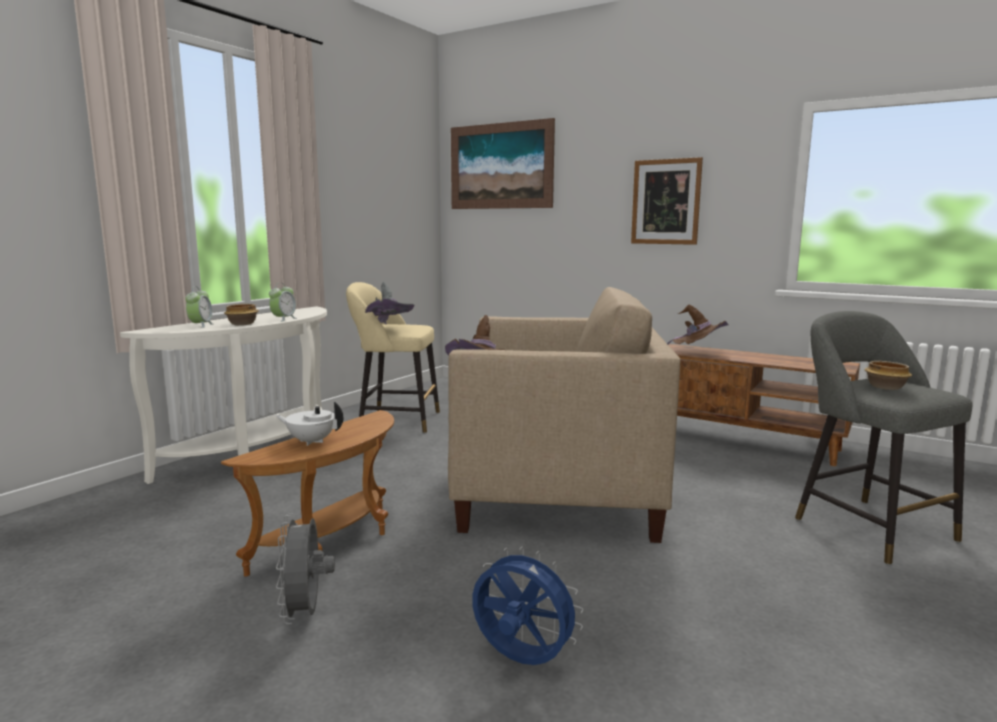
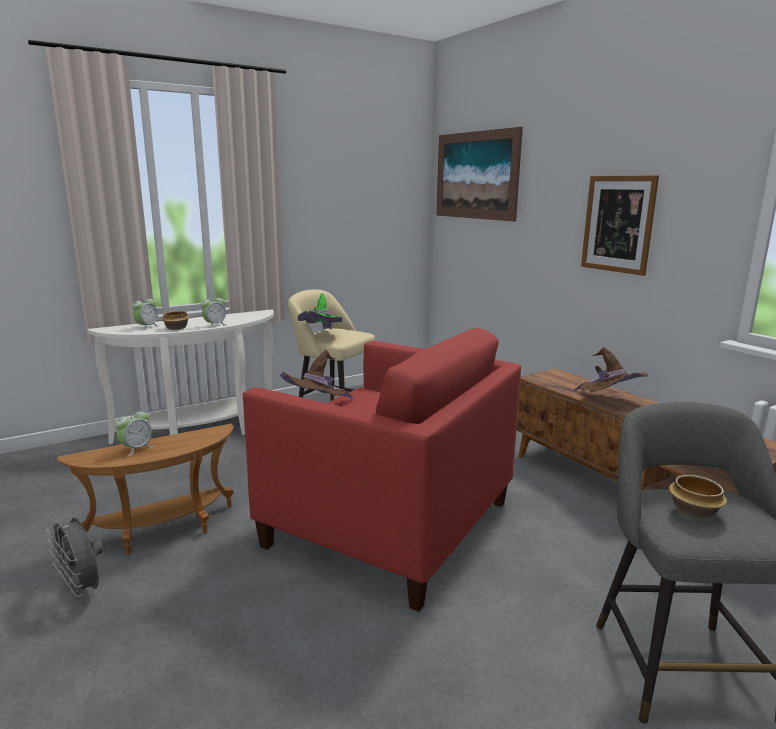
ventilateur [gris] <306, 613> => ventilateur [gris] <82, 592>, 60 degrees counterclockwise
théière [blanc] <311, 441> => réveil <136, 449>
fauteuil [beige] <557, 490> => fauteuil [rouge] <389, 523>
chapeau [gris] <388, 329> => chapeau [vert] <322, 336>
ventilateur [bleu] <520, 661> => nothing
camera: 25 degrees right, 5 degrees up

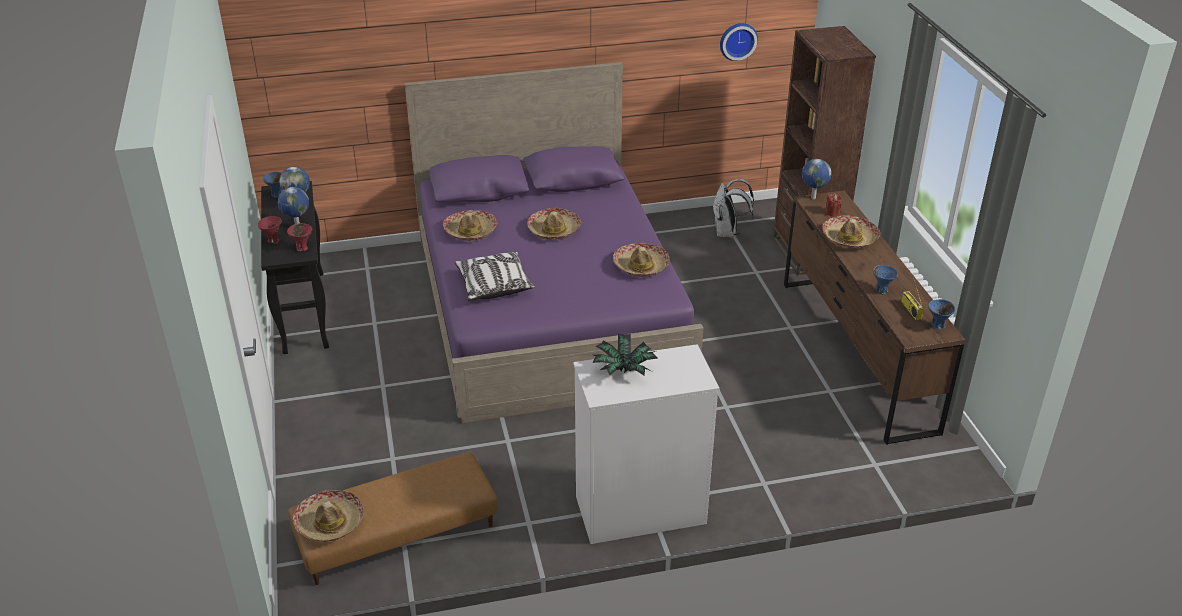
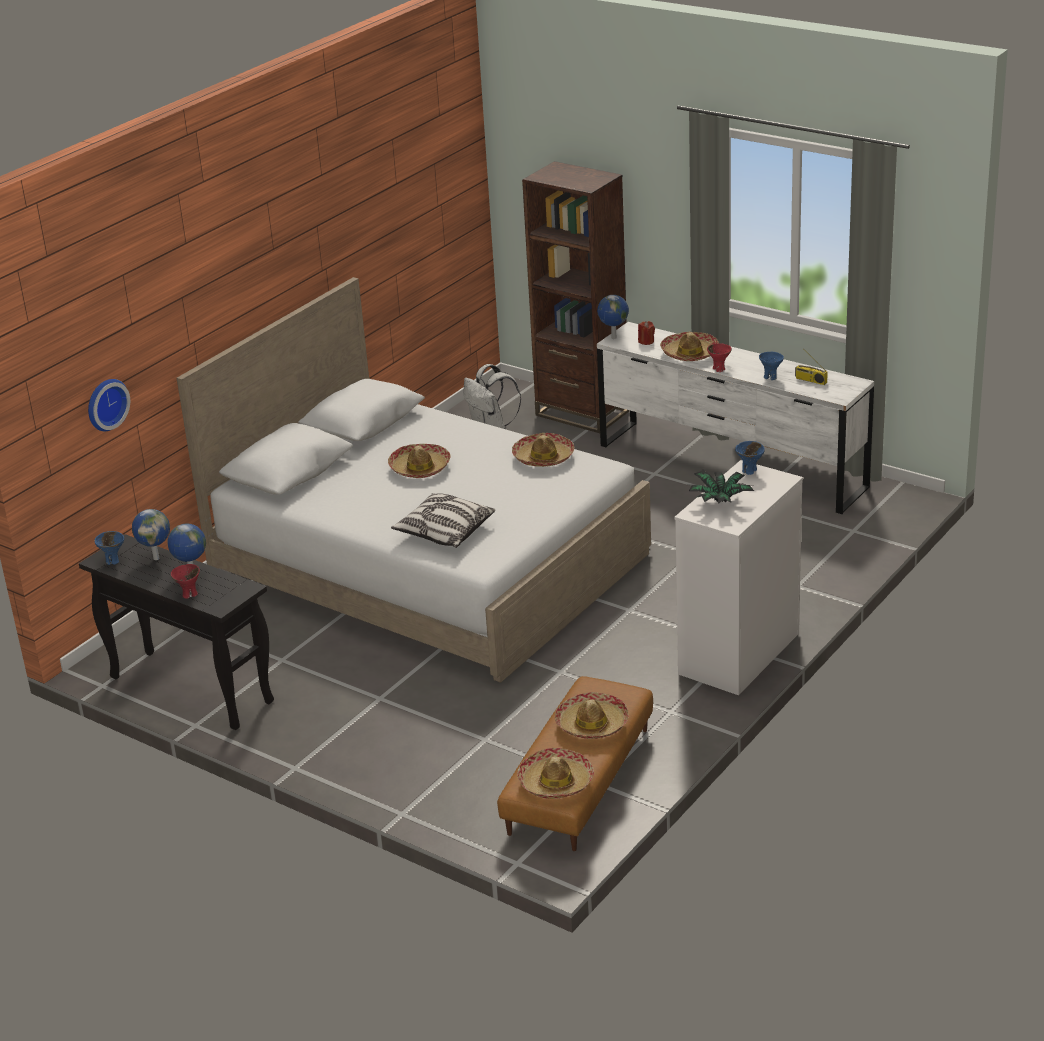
horloge murale <737, 40> => horloge murale <105, 404>, move
lit [violet] <549, 309> => lit [blanc] <430, 564>
chapeau <470, 231> => chapeau <592, 724>, move
commode [marron] <855, 353> => commode [blanc] <731, 466>
bol [rouge] <302, 248> => bol [rouge] <719, 369>, move
bol [bleu] <937, 326> => bol [bleu] <749, 471>, move
camera: 40 degrees left, 5 degrees down

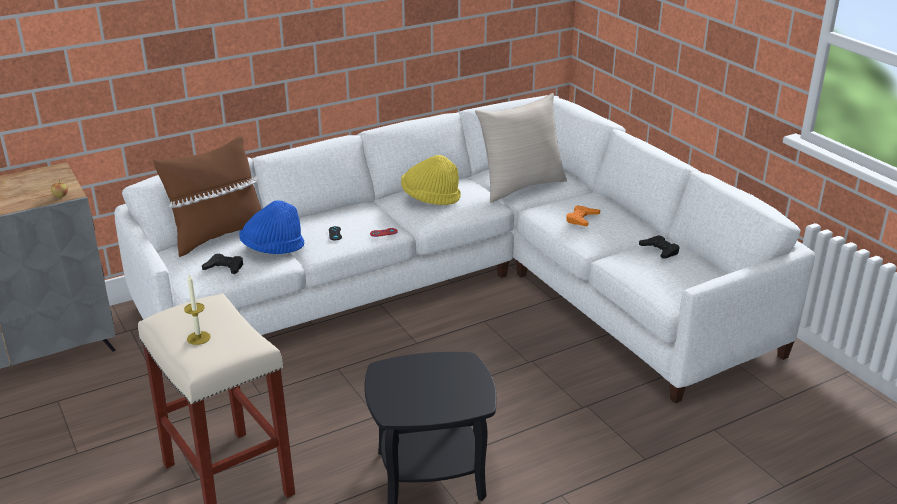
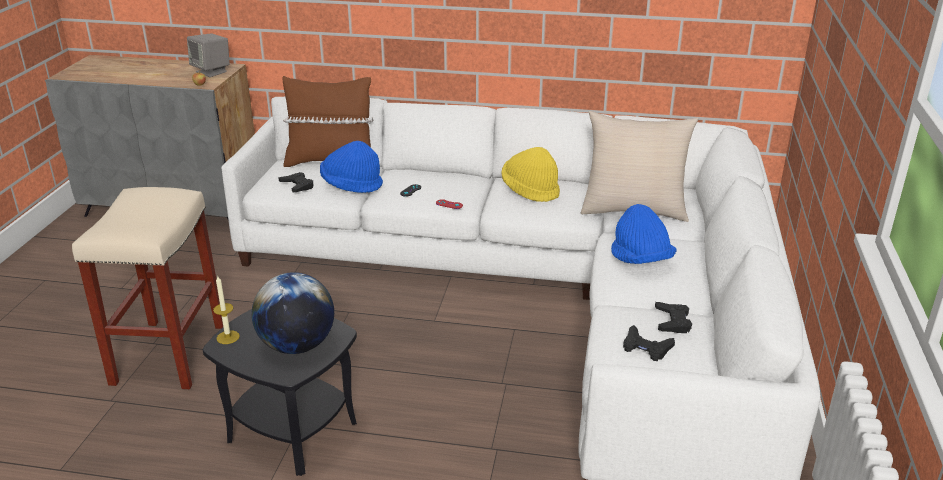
nothing => enceinte [gris] <212, 72>
bougie <198, 338> => bougie <228, 337>, move
nothing => globe <297, 346>
manette [orange] <581, 219> => chapeau [bleu] <640, 260>
nothing => manette [noir] <646, 348>
camera: 40 degrees right, 0 degrees up

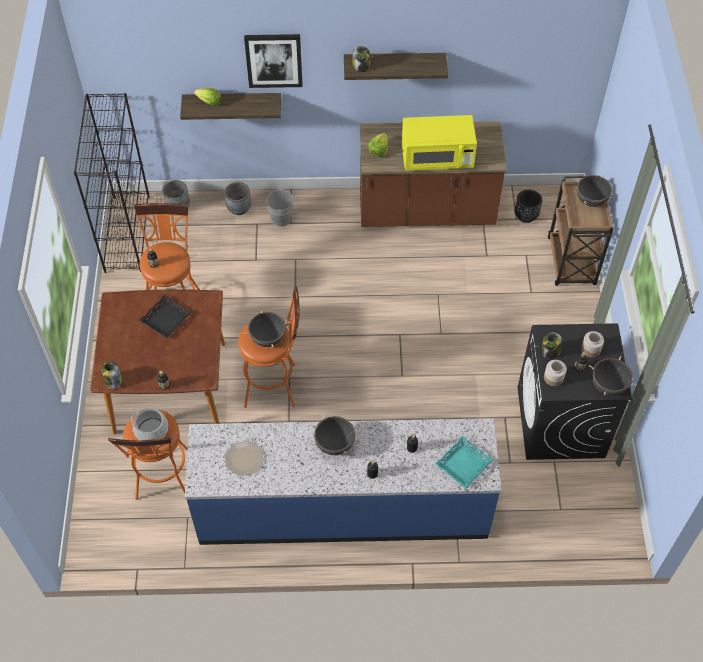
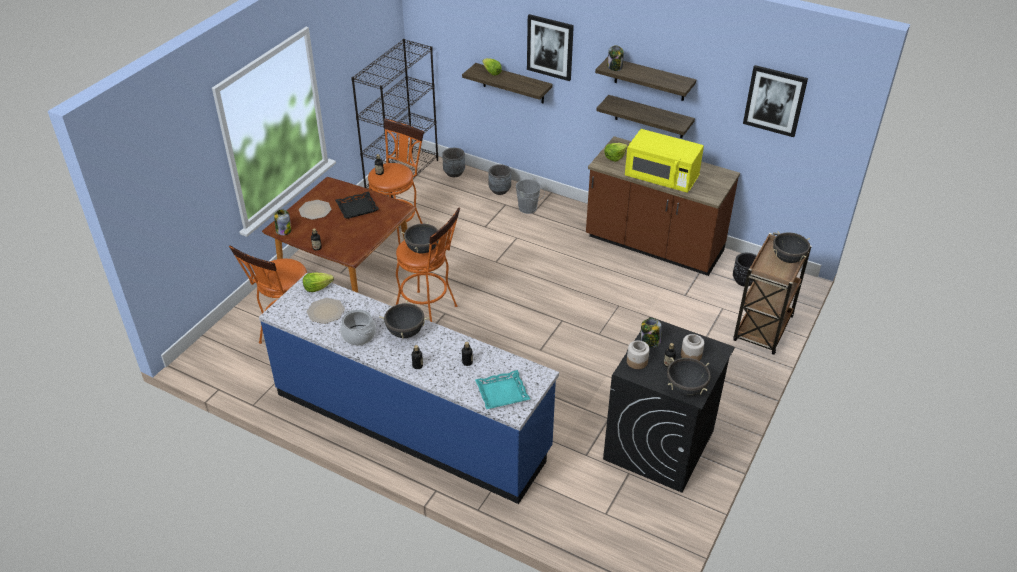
nothing => assiette <315, 210>
nothing => laitue <317, 288>
marmite <152, 430> => marmite <359, 335>, move
nothing => étagère <649, 117>
nothing => tableau <775, 100>
camera: 30 degrees right, 15 degrees down

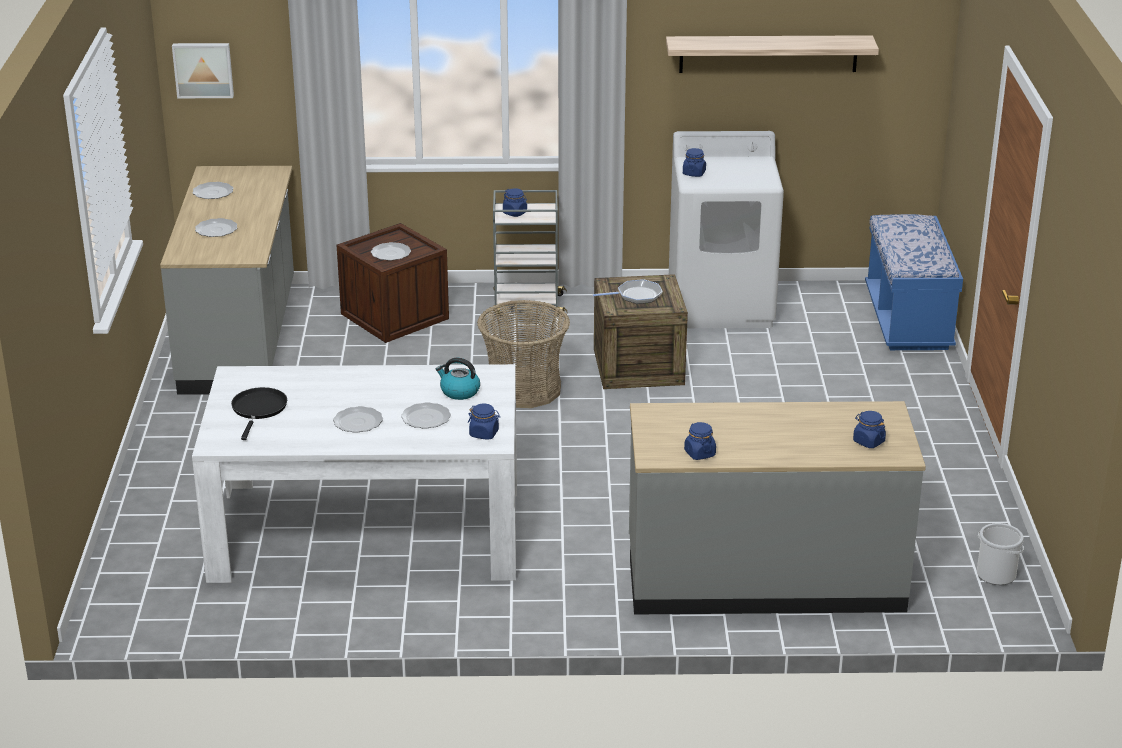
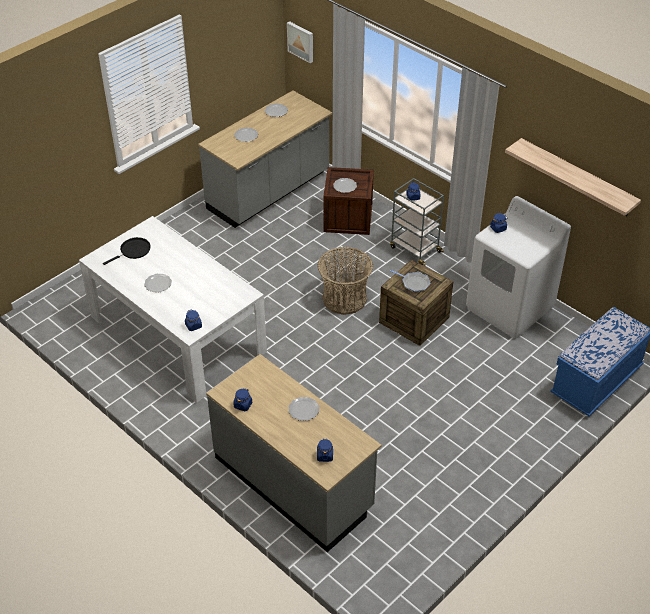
assiette <426, 417> => assiette <304, 409>, move
bouilloire <459, 391> => nothing
seau <995, 574> => nothing
camera: 45 degrees right, 15 degrees up

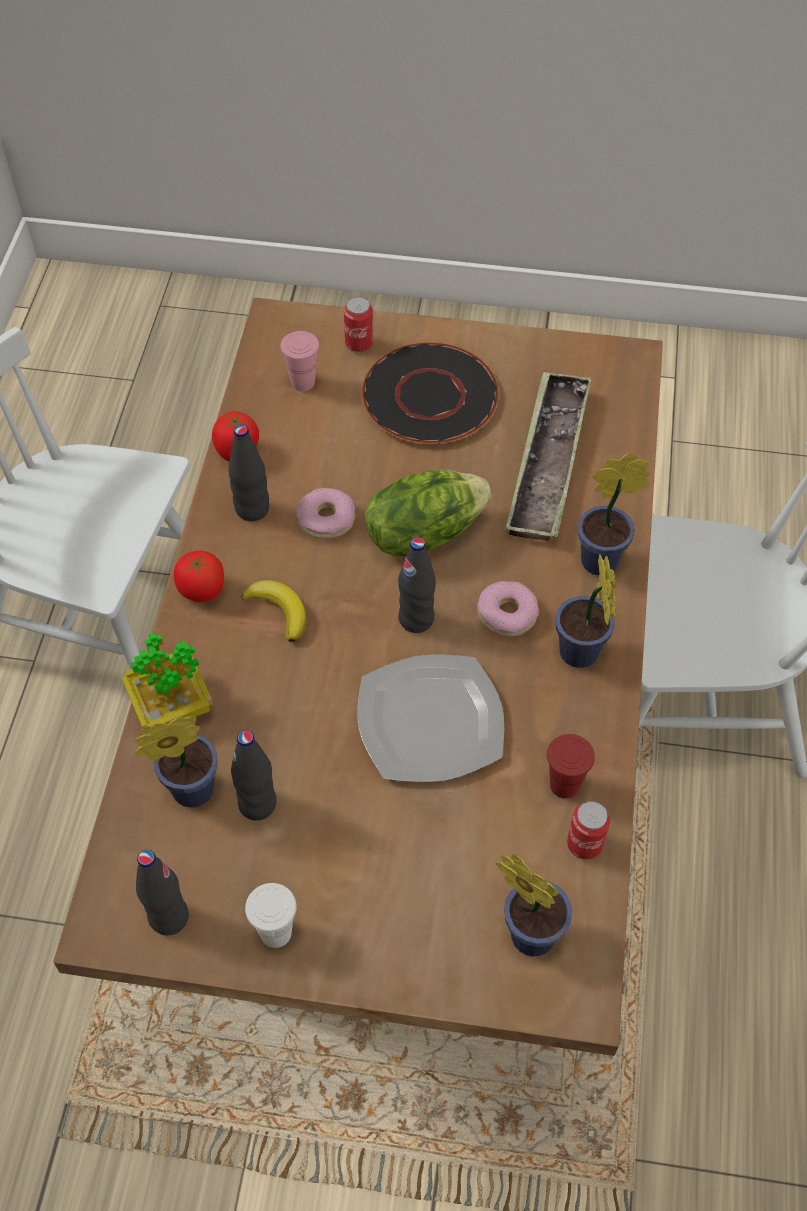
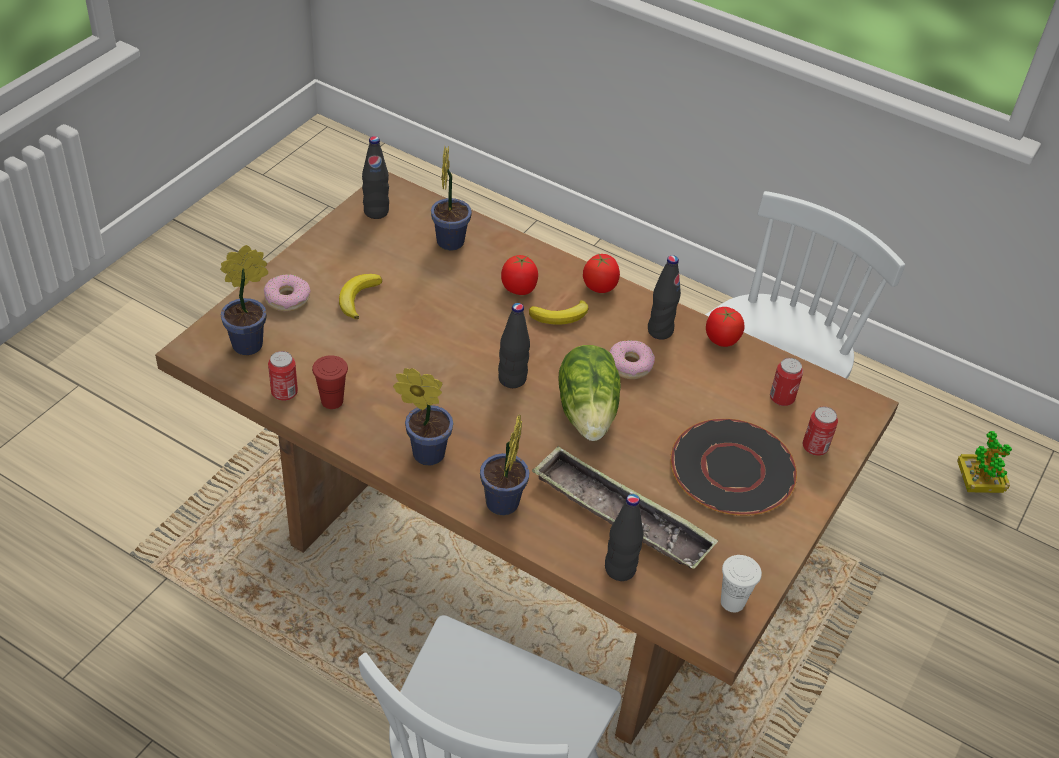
beignet <507, 614> => beignet <287, 298>, move
nothing => banane <358, 298>
nothing => tomate <519, 289>
bouteille [noir] <258, 804> => bouteille [noir] <620, 569>, move
tasse [blanc] <276, 932> => tasse [blanc] <732, 602>, move
tasse [rose] <303, 382> => boîte métallique <781, 398>
plante en pot <171, 706> => plante en pot <977, 484>, move
assiette <432, 722> => nothing
camera: 110 degrees right, 10 degrees down

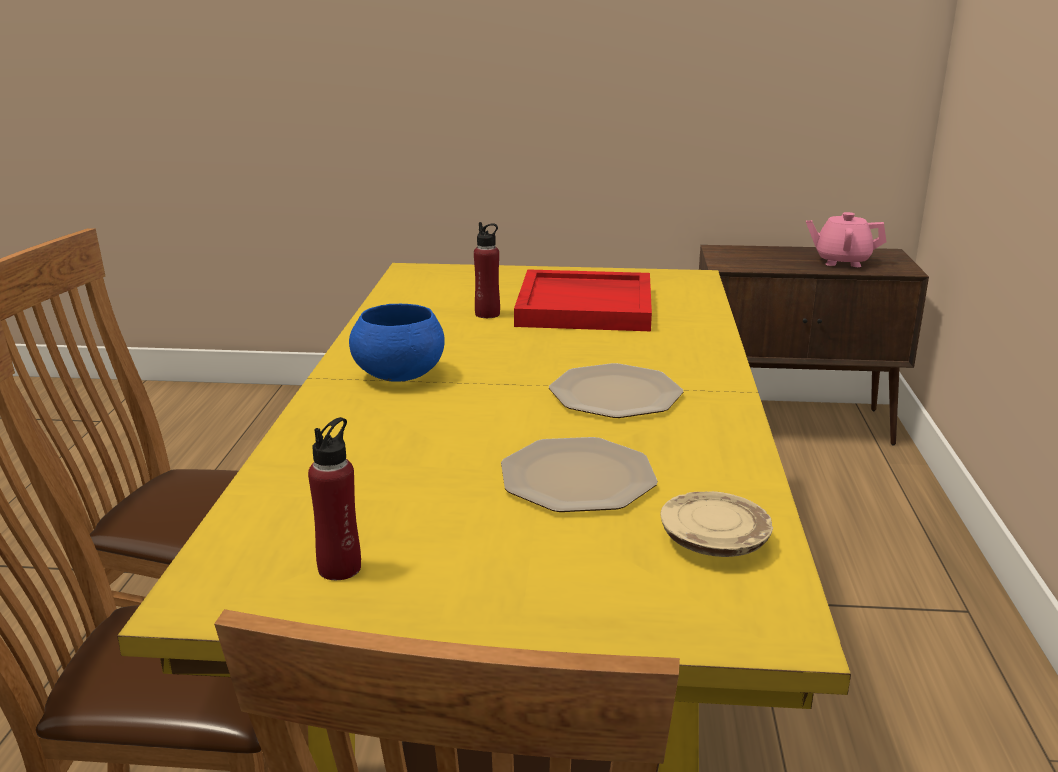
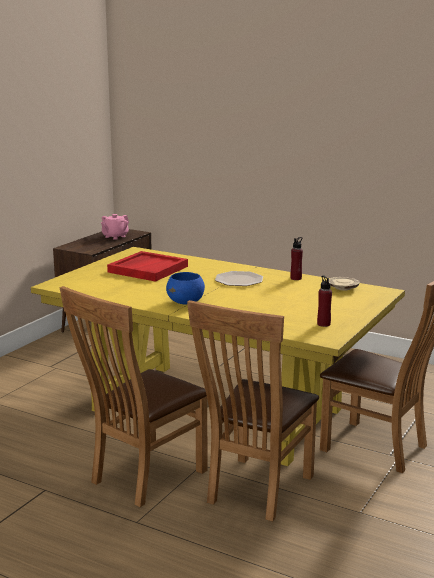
bouteille [rouge] <487, 314> => bouteille [rouge] <296, 278>, move
assiette <576, 478> => nothing
camera: 65 degrees left, 5 degrees down

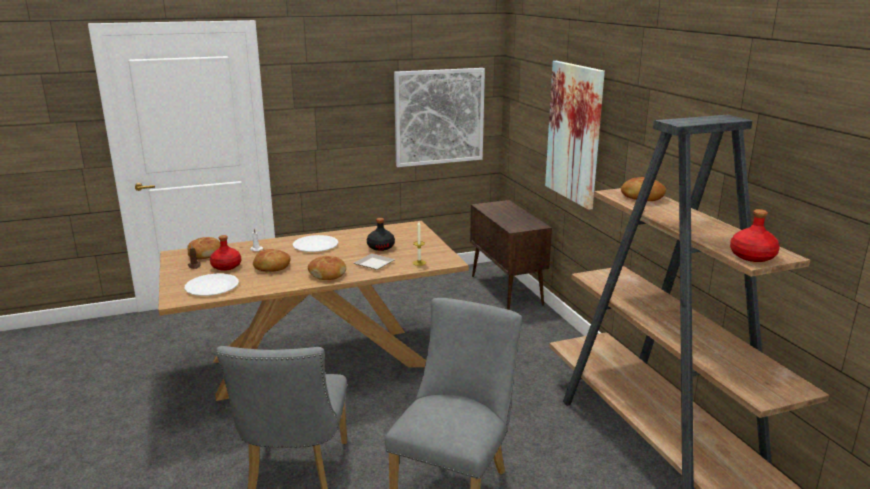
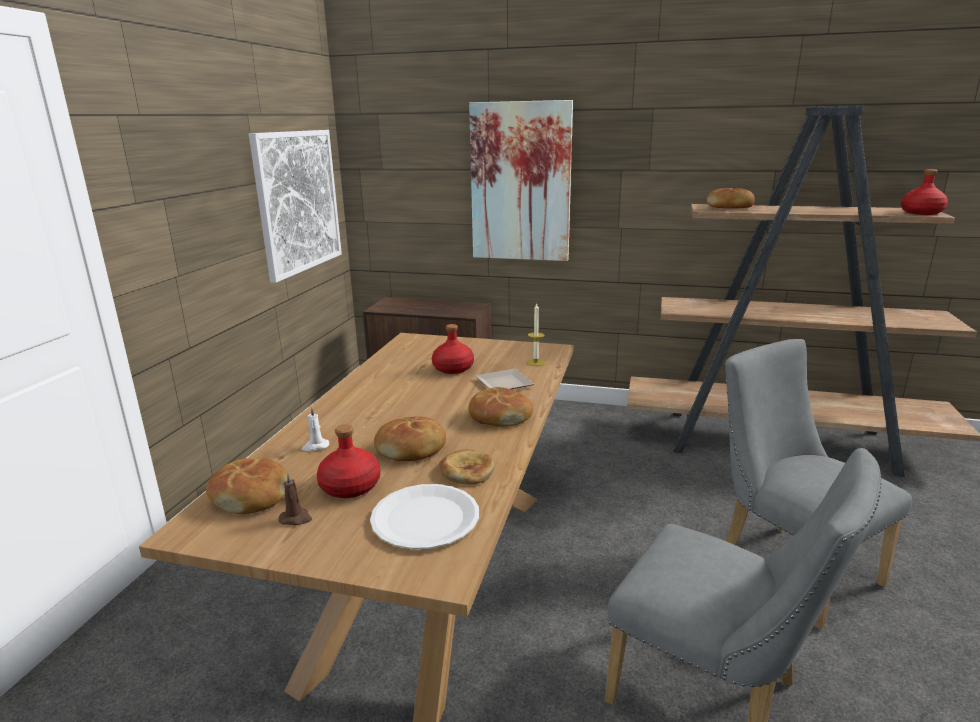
bouteille [noir] <380, 247> => bouteille [rouge] <452, 368>
nothing => pain <467, 471>
assiette [blanc] <315, 245> => nothing
camera: 55 degrees left, 0 degrees up

